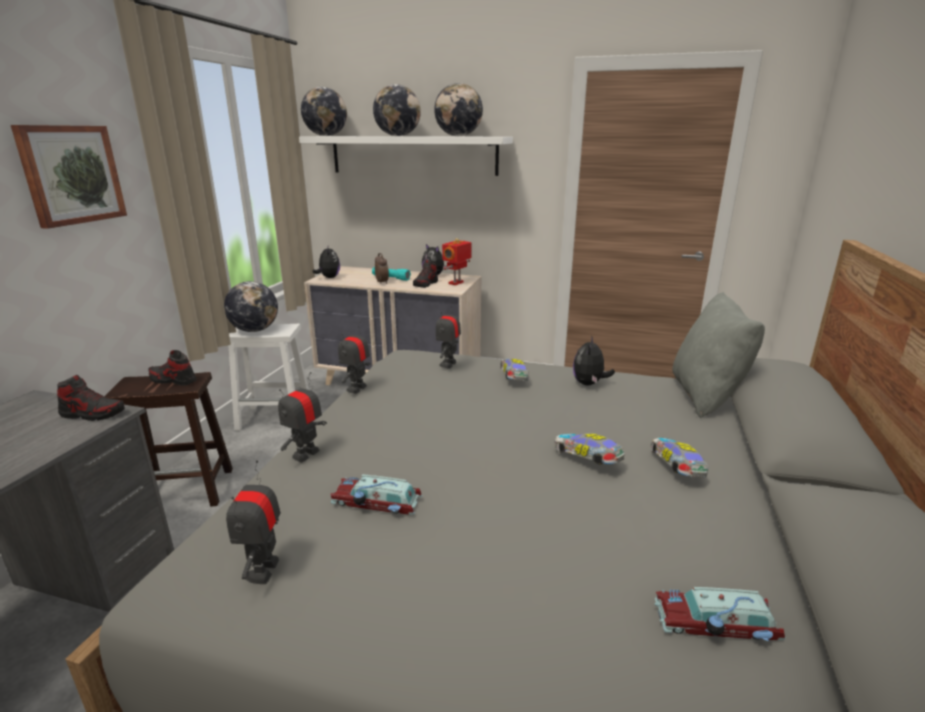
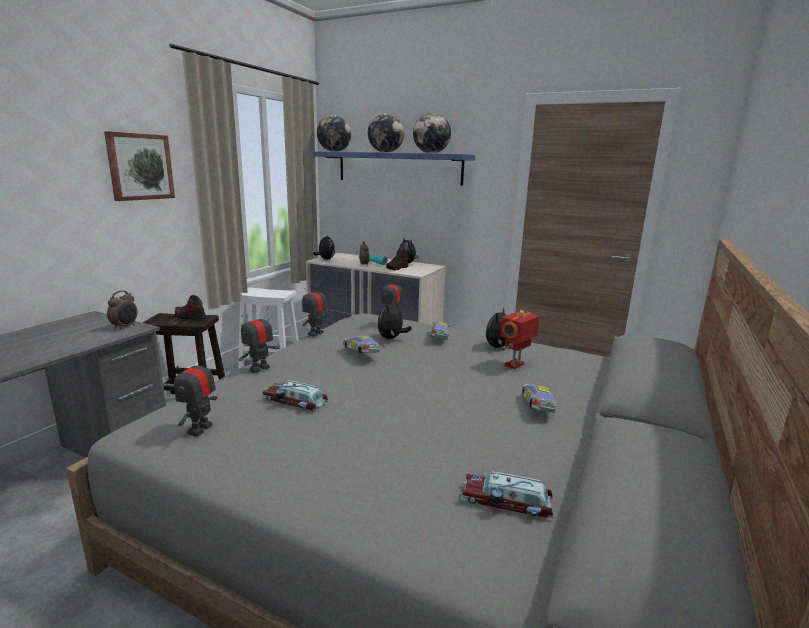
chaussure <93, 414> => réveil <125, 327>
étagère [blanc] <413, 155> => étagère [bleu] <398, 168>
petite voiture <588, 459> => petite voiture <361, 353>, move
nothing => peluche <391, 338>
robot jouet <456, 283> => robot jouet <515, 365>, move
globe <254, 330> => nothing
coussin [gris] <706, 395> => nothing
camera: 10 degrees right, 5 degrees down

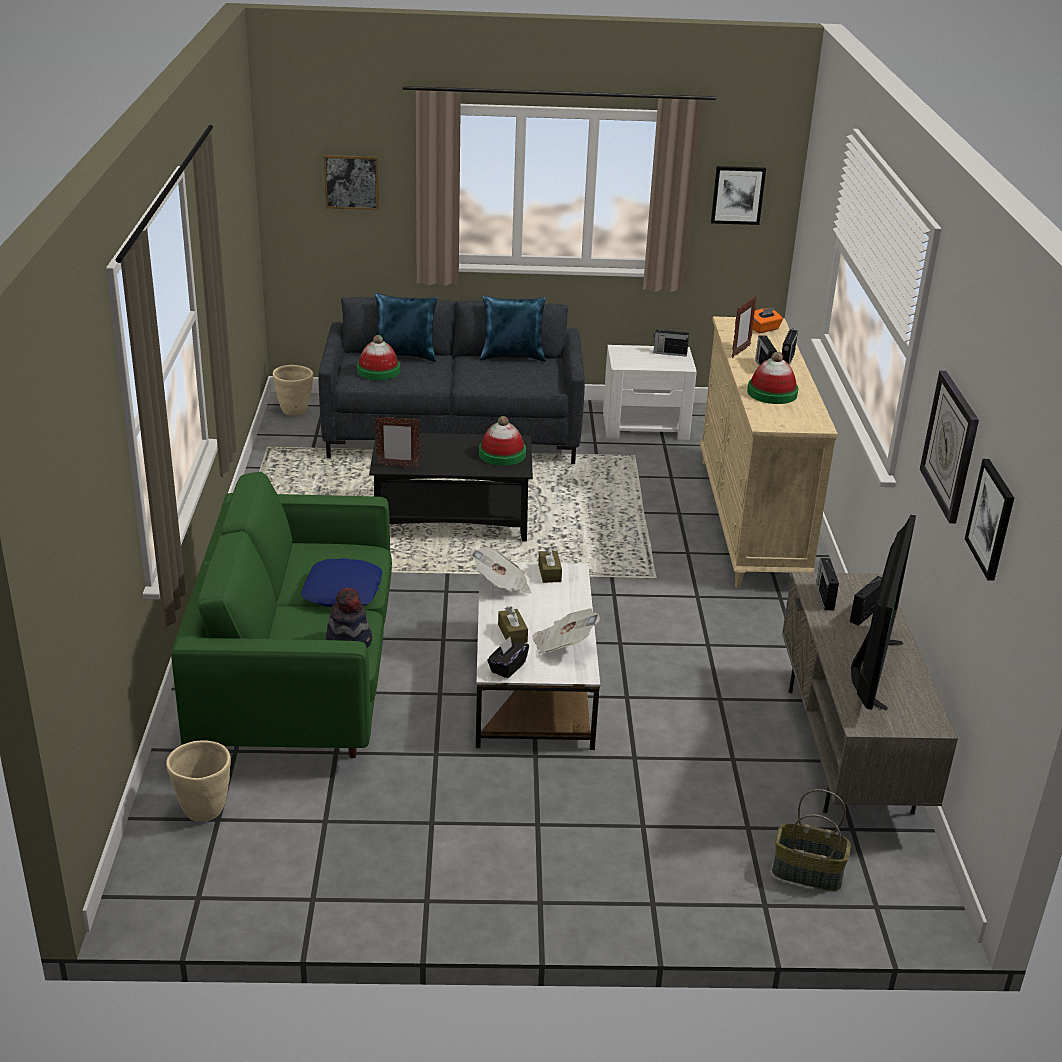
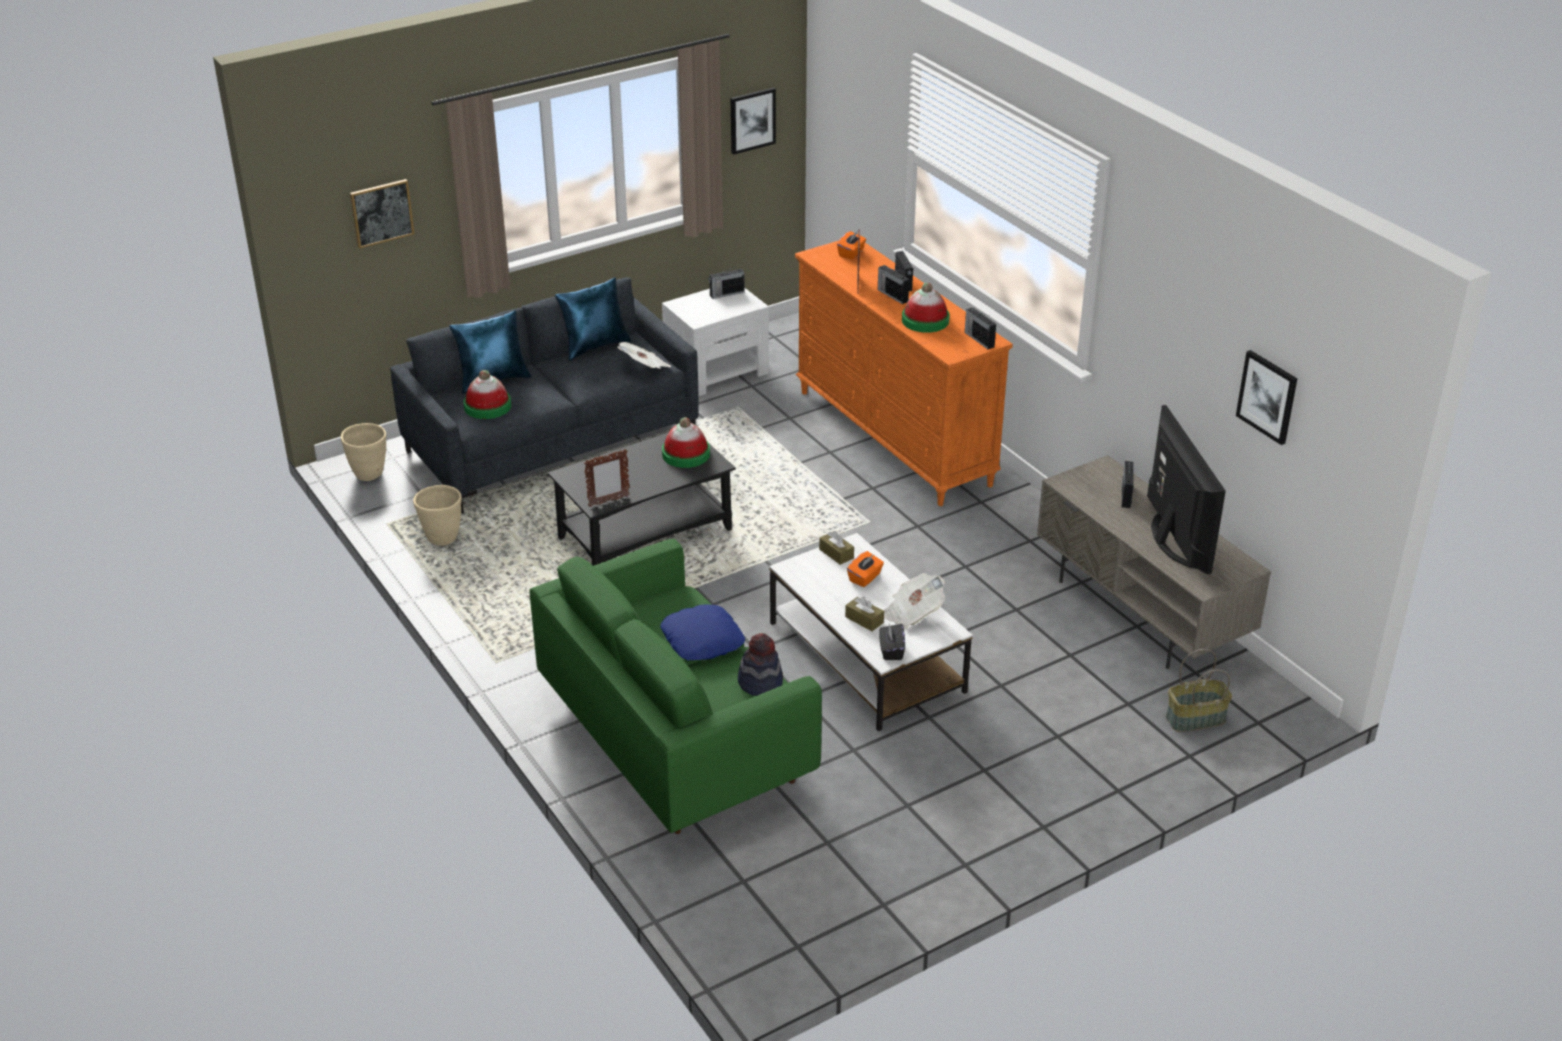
cache-pot [beige] <203, 810> => cache-pot [beige] <442, 538>, move
journal <501, 585> => journal <644, 368>, move
commode [beige] <750, 521> => commode [orange] <894, 438>
nothing => boîte à mouchoirs [orange] <865, 578>
radio <825, 596> => radio <979, 339>, move
horloge murale <951, 446> => nothing
camera: 30 degrees left, 5 degrees up

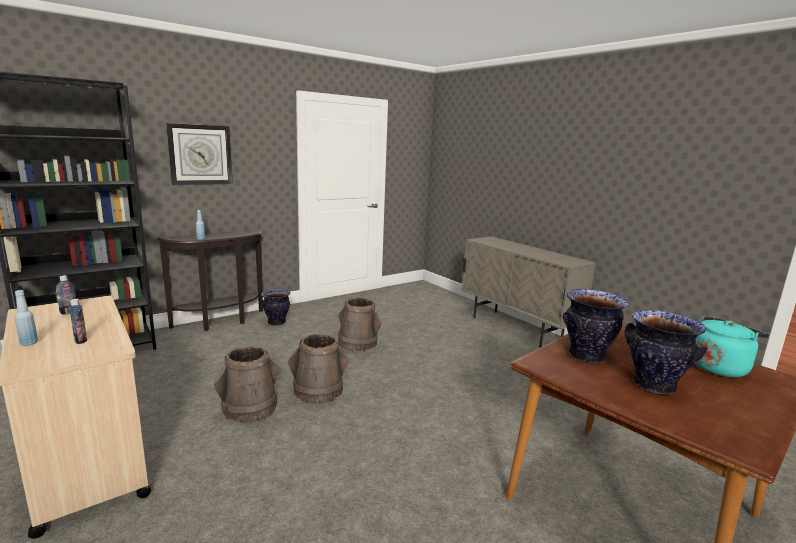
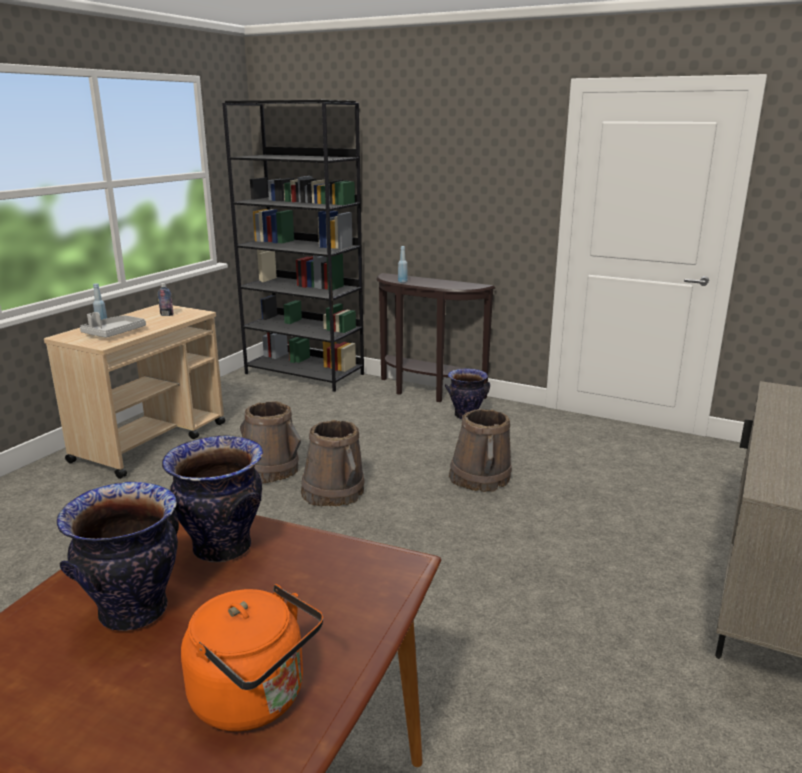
bouteille <81, 340> => plateau [gris] <114, 333>
bouilloire [turquoise] <718, 367> => bouilloire [orange] <255, 699>
horloge murale <200, 154> => nothing
camera: 65 degrees right, 5 degrees up

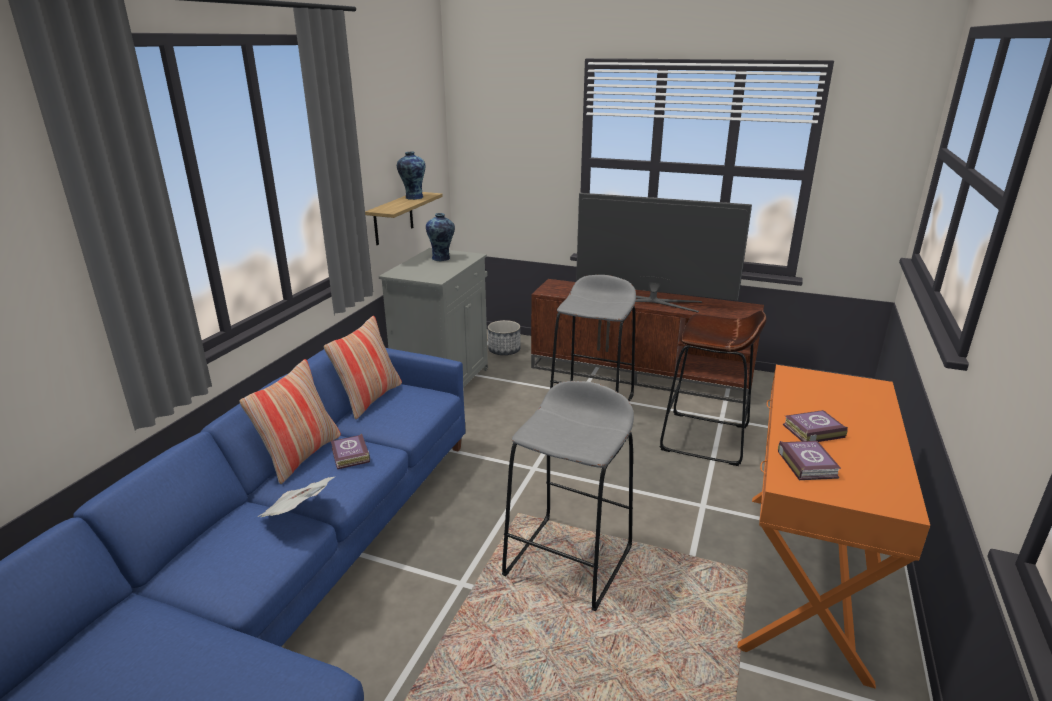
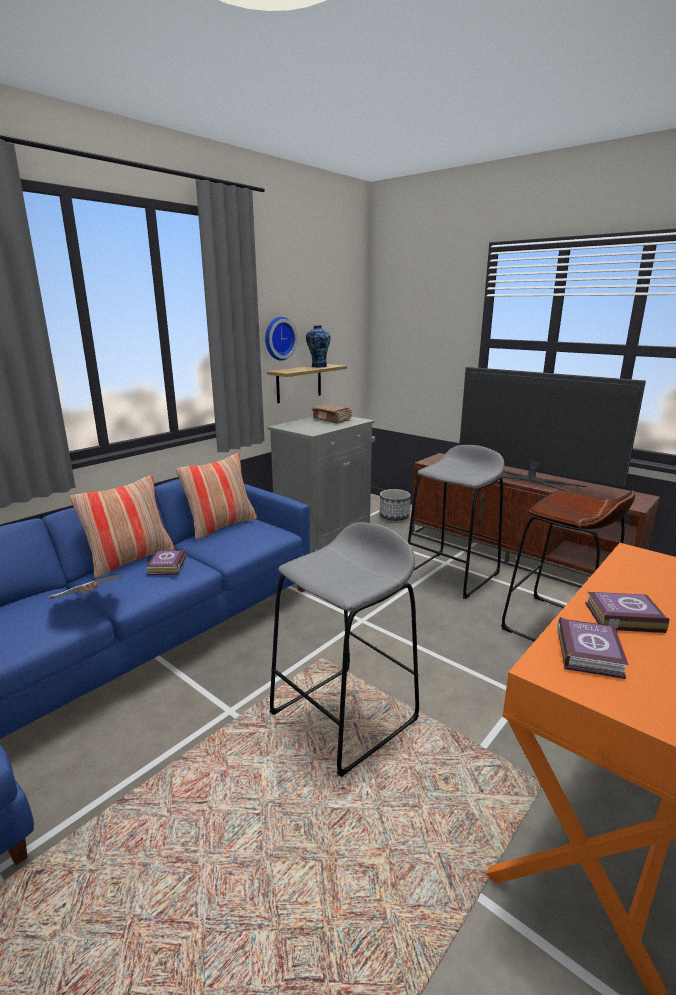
nothing => horloge murale <278, 338>
vase <442, 258> => livre [marron] <332, 420>
camera: 20 degrees right, 5 degrees down

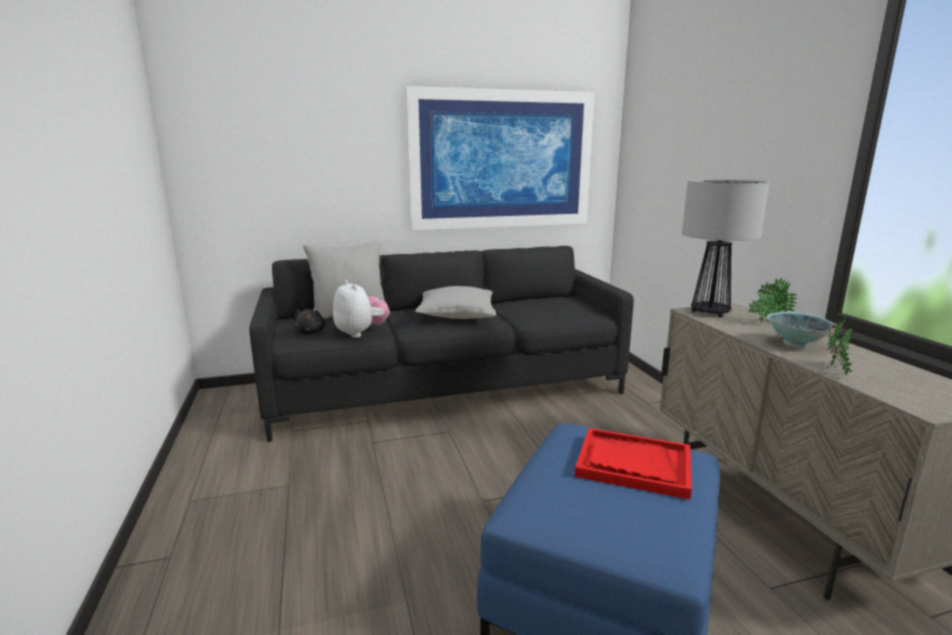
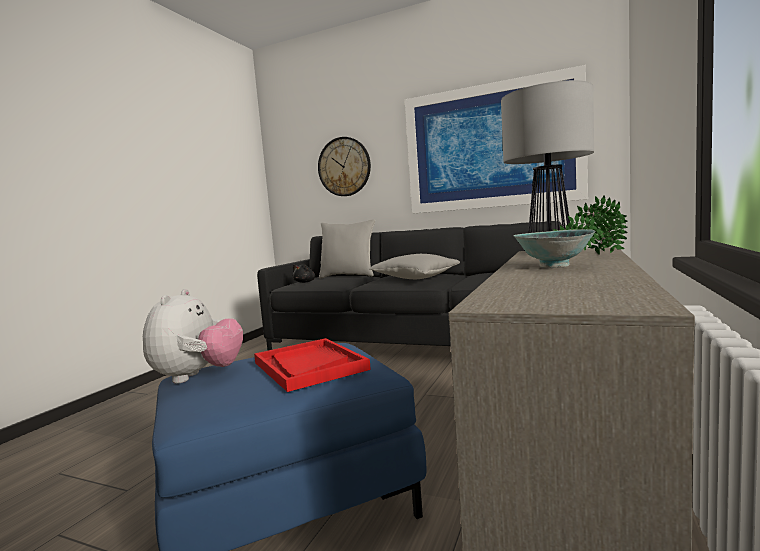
peluche <361, 333> => peluche <198, 377>, move
nothing => horloge murale <344, 167>
plante en pot <836, 371> => nothing
camera: 40 degrees right, 10 degrees down

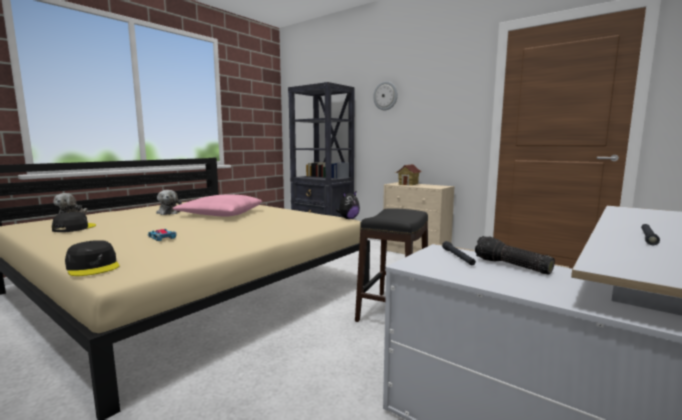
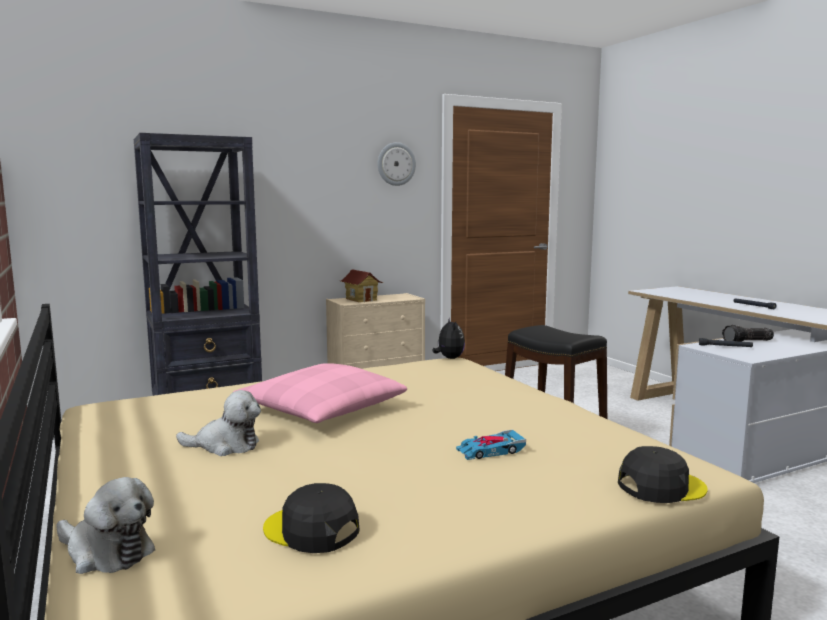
horloge murale <385, 96> => horloge murale <396, 164>, move
camera: 65 degrees left, 0 degrees up

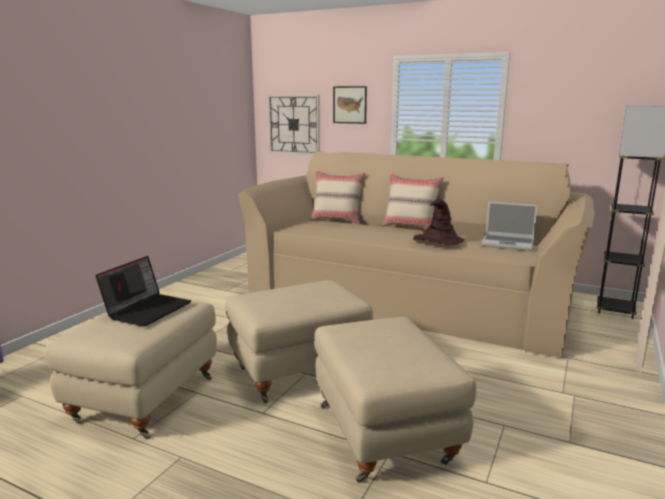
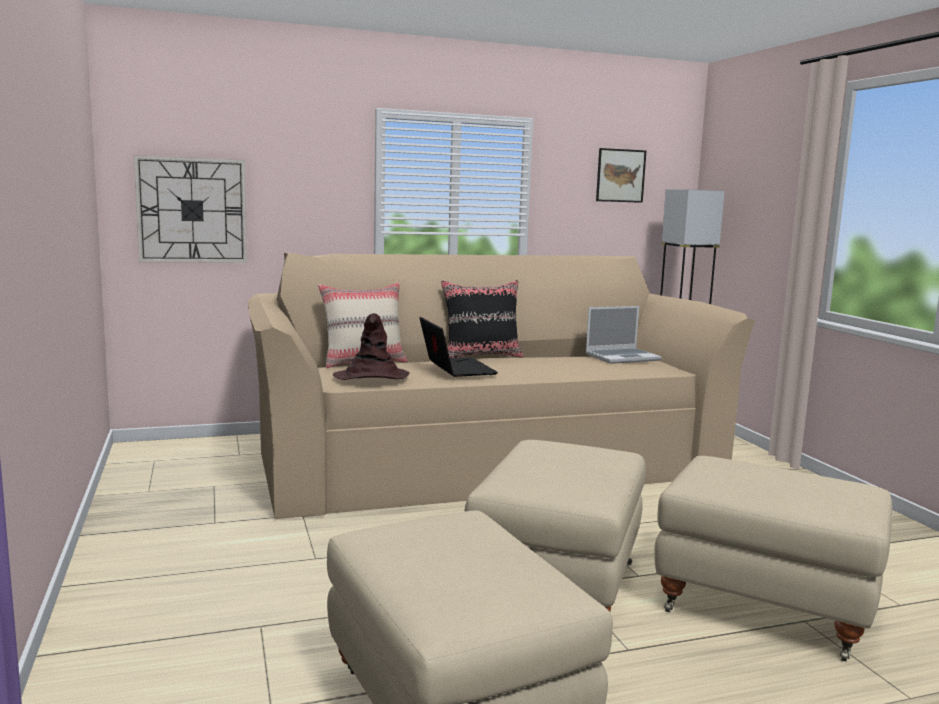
chapeau [marron] <437, 241> => chapeau [marron] <371, 377>, move
ordinateur portable <148, 309> => ordinateur portable <455, 368>, move
coussin [beige] <410, 227> => coussin [noir] <481, 356>
tableau <350, 104> => tableau <620, 175>, move
camera: 45 degrees left, 5 degrees down

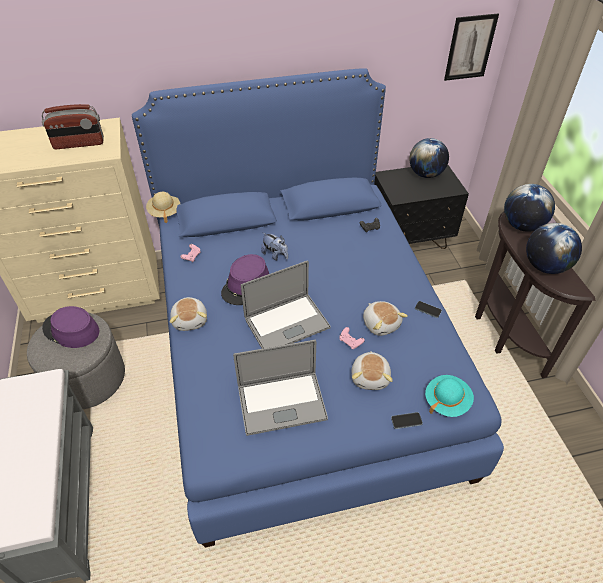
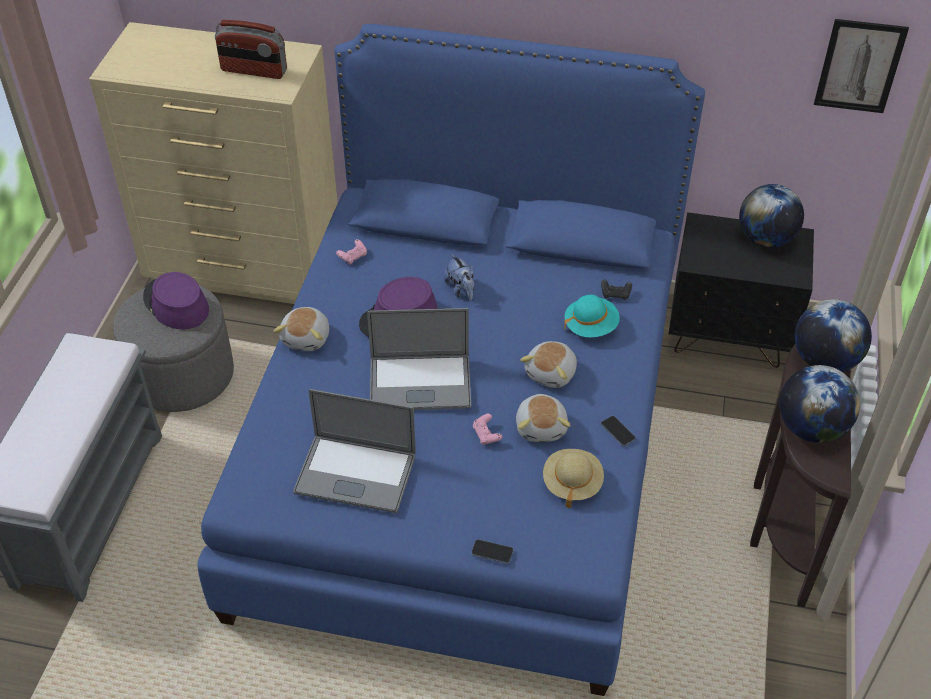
peluche <371, 377> => peluche <552, 373>, move
chapeau [beige] <164, 212> => chapeau [beige] <572, 483>, move
chapeau [turquoise] <446, 401> => chapeau [turquoise] <590, 326>, move
camera: 25 degrees right, 0 degrees up

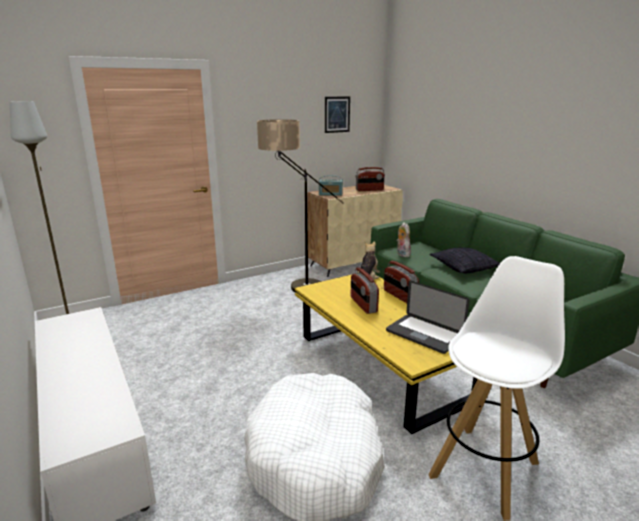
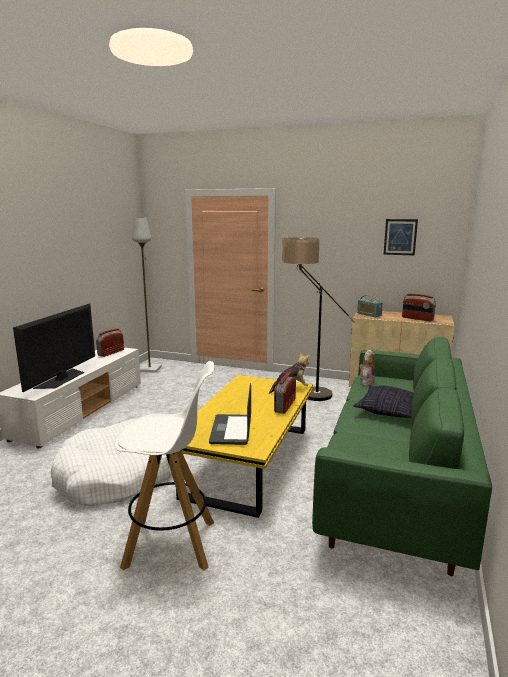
nothing => téléviseur <62, 379>
radio <363, 305> => radio <111, 353>, move
camera: 50 degrees right, 5 degrees down

